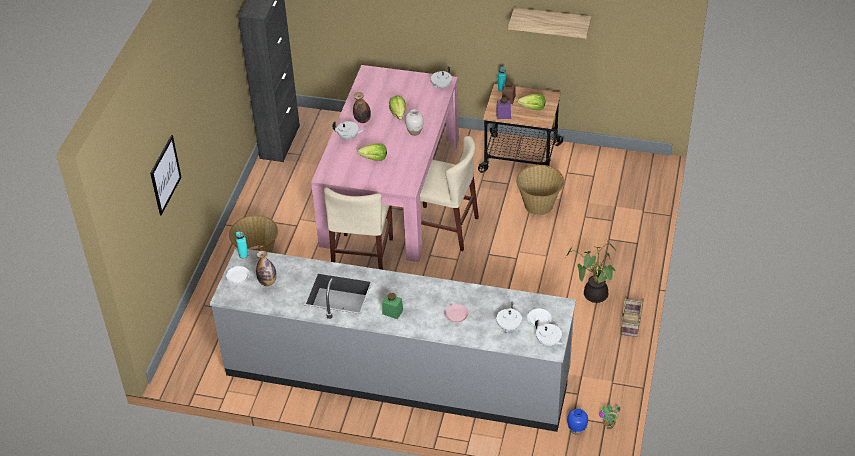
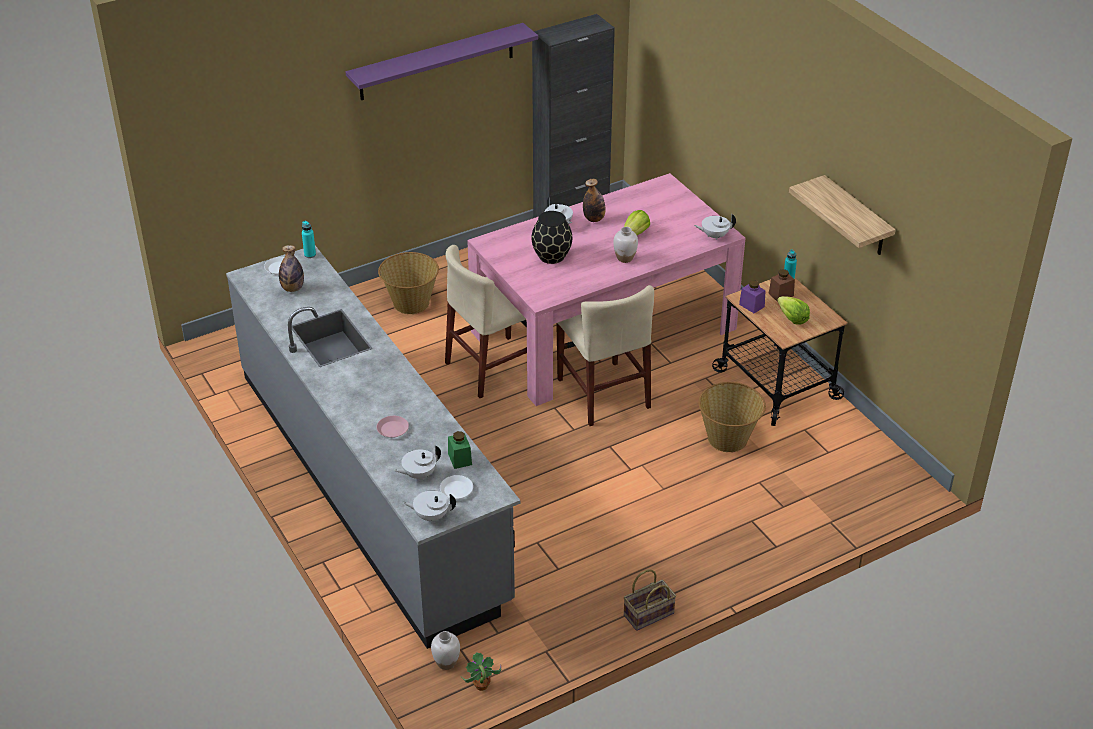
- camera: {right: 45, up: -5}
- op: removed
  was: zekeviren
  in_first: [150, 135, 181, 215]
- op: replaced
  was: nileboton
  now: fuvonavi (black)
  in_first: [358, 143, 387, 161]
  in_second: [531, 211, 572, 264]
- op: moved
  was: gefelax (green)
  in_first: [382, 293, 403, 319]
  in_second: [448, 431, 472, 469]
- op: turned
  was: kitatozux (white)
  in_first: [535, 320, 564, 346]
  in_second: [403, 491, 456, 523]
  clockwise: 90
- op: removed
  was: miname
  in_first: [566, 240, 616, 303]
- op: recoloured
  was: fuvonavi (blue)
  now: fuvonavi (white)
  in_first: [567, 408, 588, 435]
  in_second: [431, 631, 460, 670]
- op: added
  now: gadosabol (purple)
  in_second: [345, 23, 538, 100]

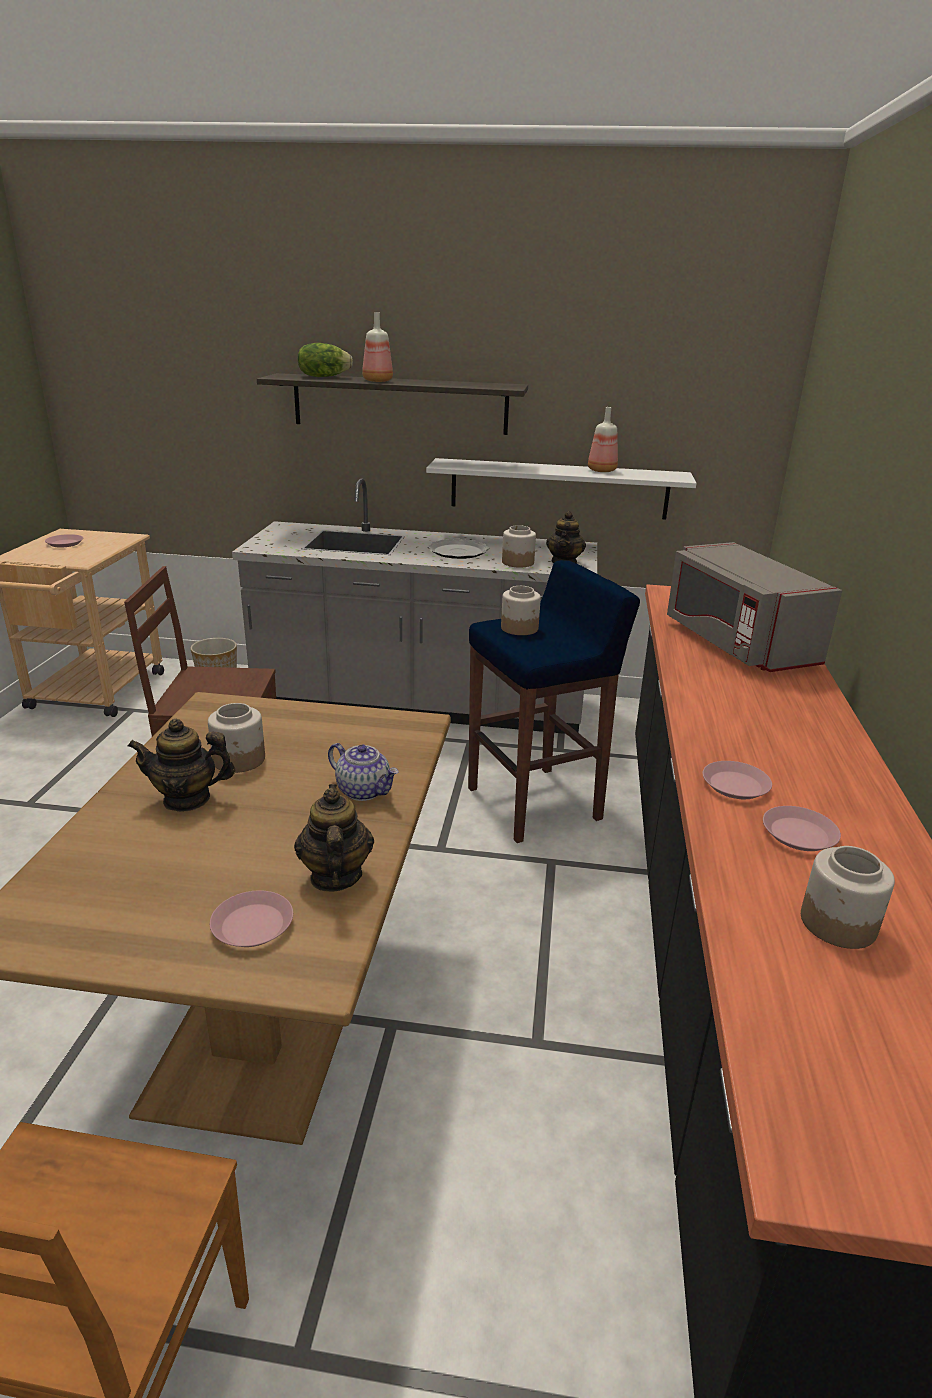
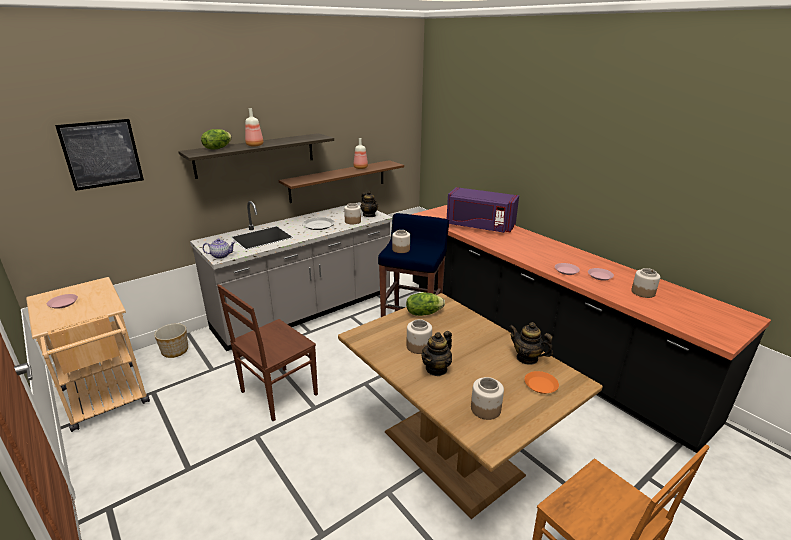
- camera: {right: -45, up: 0}
- op: recoloured
  was: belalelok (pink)
  now: belalelok (orange)
  in_first: [210, 890, 293, 947]
  in_second: [525, 371, 559, 394]
- op: moved
  was: kitatozux
  in_first: [328, 743, 399, 801]
  in_second: [203, 239, 236, 259]
- op: recoloured
  was: gadosabol (white)
  now: gadosabol (brown)
  in_first: [426, 458, 697, 520]
  in_second: [278, 160, 404, 203]
- op: recoloured
  was: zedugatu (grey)
  now: zedugatu (purple)
  in_first: [667, 542, 842, 672]
  in_second: [447, 187, 519, 233]
- op: added
  now: zekeviren
  in_second: [55, 119, 144, 191]
- op: added
  now: nileboton
  in_second: [406, 292, 445, 316]
- op: added
  now: gefelax
  in_second: [471, 377, 504, 420]

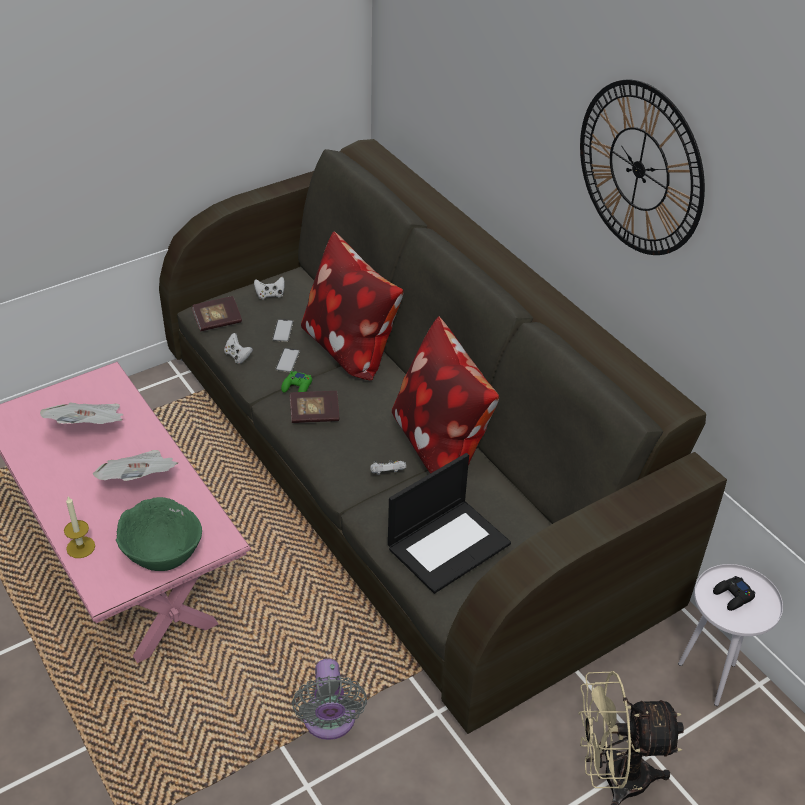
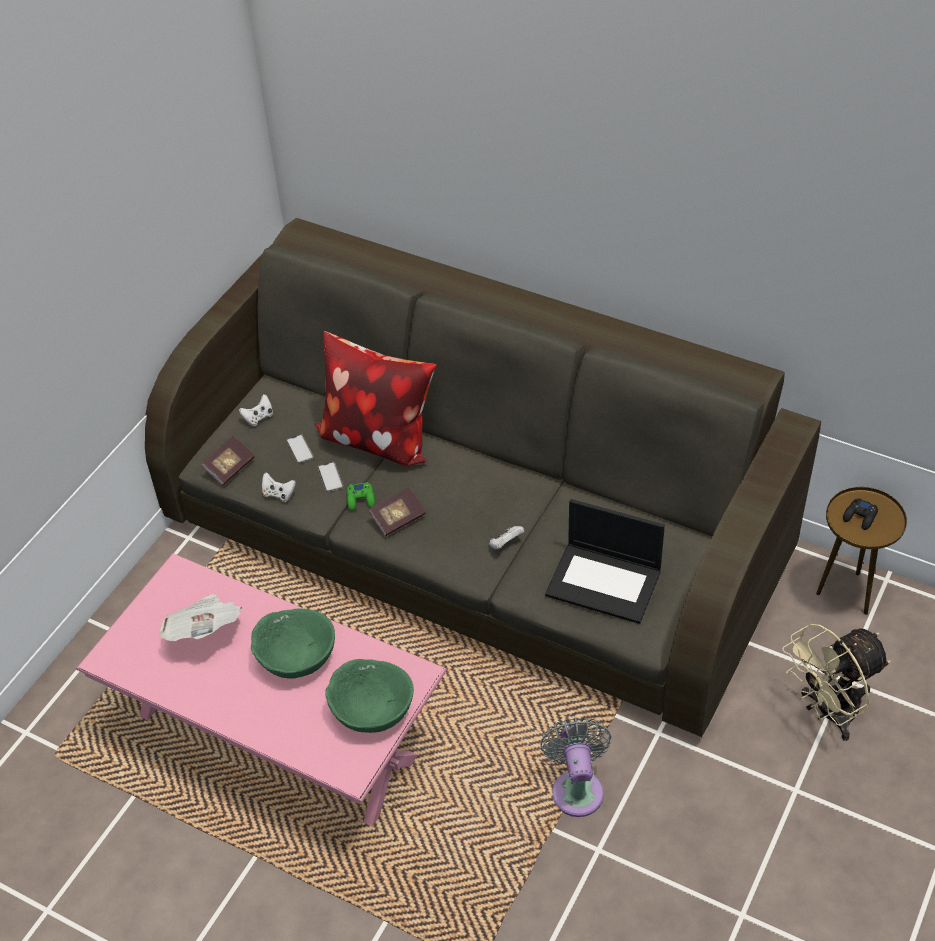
- camera: {right: -25, up: 5}
- op: removed
  was: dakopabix
  in_first: [64, 497, 95, 558]
- op: replaced
  was: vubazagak
  now: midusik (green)
  in_first: [93, 450, 179, 481]
  in_second: [251, 609, 335, 679]
- op: turned
  was: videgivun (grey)
  in_first: [292, 659, 367, 740]
  in_second: [540, 717, 612, 817]
  clockwise: -150
- op: turned
  was: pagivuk
  in_first: [388, 453, 511, 594]
  in_second: [545, 499, 665, 624]
  clockwise: 90
- op: removed
  was: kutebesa
  in_first: [392, 316, 499, 474]
- op: removed
  was: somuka
  in_first: [580, 79, 705, 255]
- op: recoloured
  was: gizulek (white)
  now: gizulek (brown)
  in_first: [678, 564, 783, 706]
  in_second: [816, 487, 907, 615]

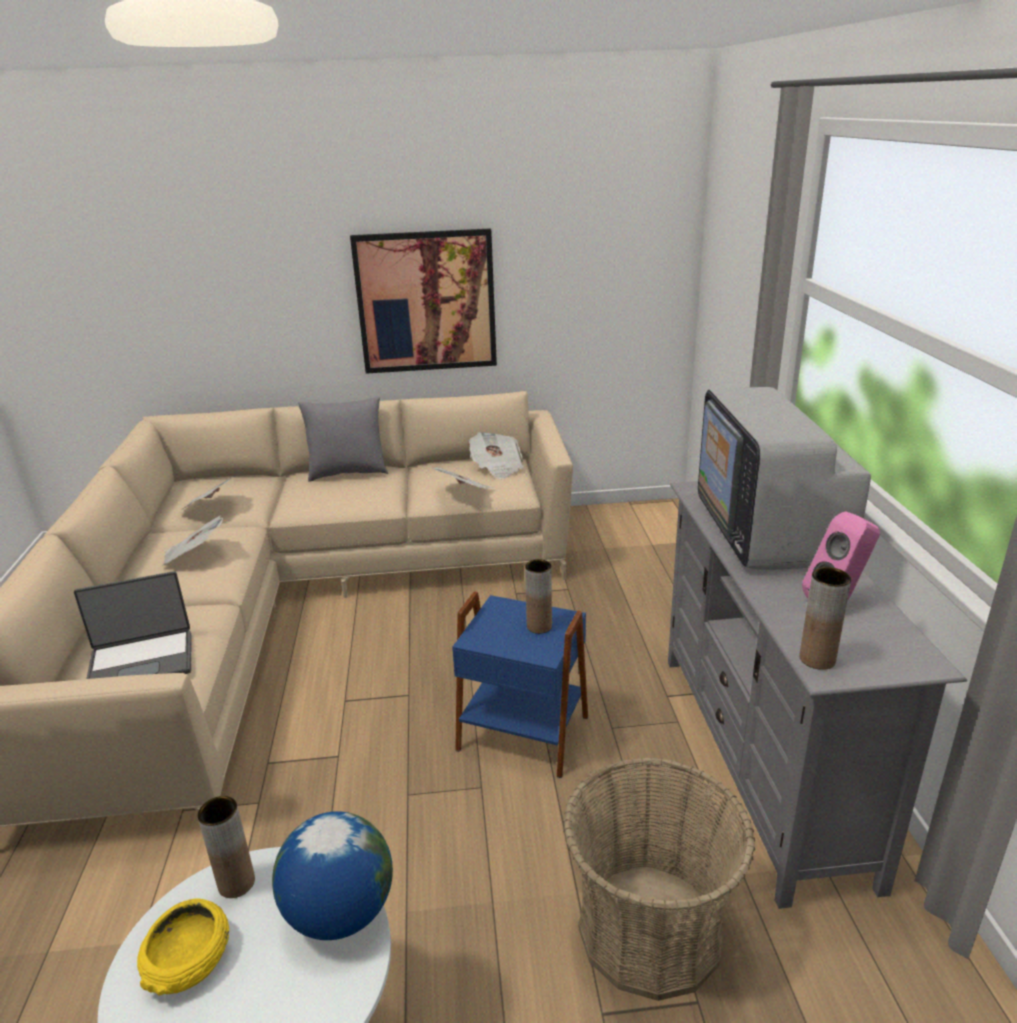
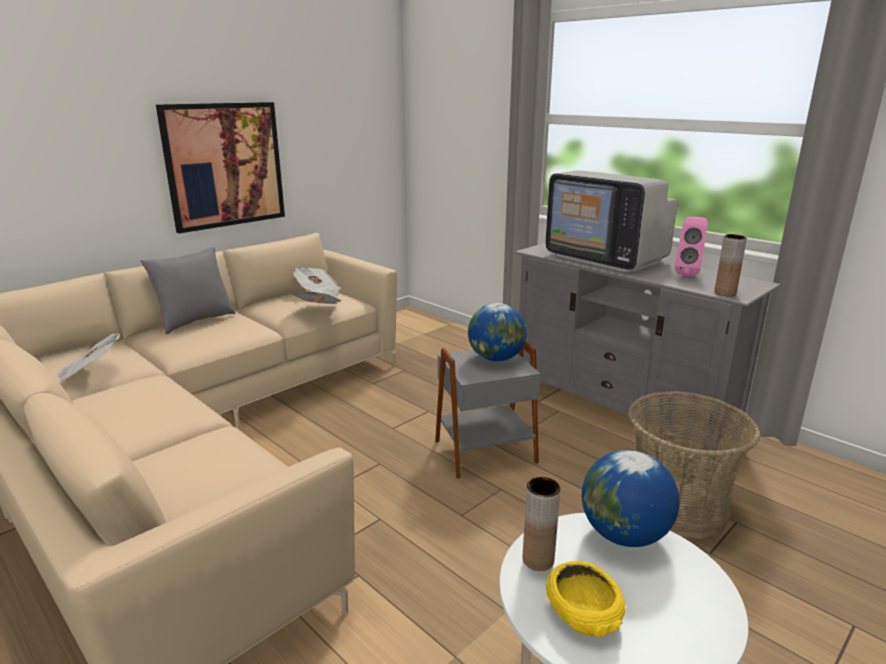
- camera: {right: -40, up: -5}
- op: removed
  was: pagivuk
  in_first: [74, 571, 192, 679]
- op: removed
  was: vubazagak
  in_first: [162, 515, 223, 566]
- op: recoloured
  was: gizulek (blue)
  now: gizulek (grey)
  in_first: [452, 592, 588, 778]
  in_second: [435, 341, 541, 479]
- op: replaced
  was: fuvonavi (brown)
  now: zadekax
  in_first: [525, 559, 552, 634]
  in_second: [468, 303, 527, 362]

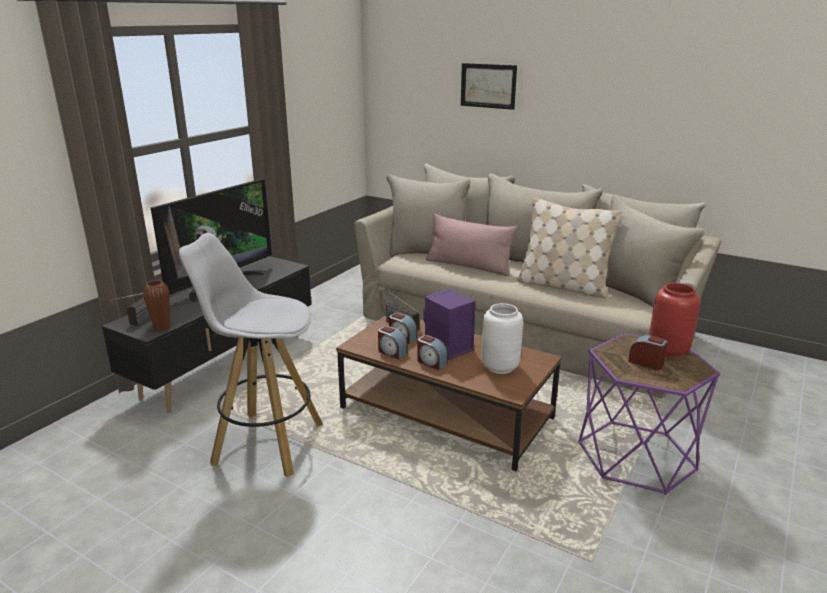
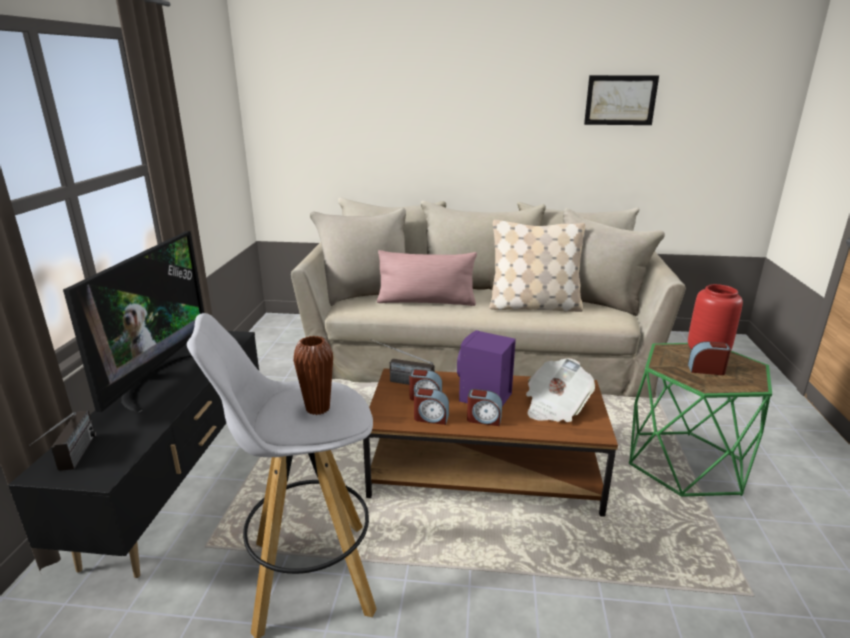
- camera: {right: -25, up: 0}
- op: moved
  was: fuvonavi (brown)
  in_first: [143, 280, 170, 331]
  in_second: [293, 336, 333, 415]
- op: moved
  was: zekeviren
  in_first: [461, 63, 517, 110]
  in_second: [584, 75, 659, 125]
- op: replaced
  was: fuvonavi (white)
  now: vubazagak
  in_first: [482, 303, 523, 374]
  in_second: [526, 358, 595, 422]
- op: recoloured
  was: gizulek (purple)
  now: gizulek (green)
  in_first: [578, 333, 720, 495]
  in_second: [629, 343, 772, 497]

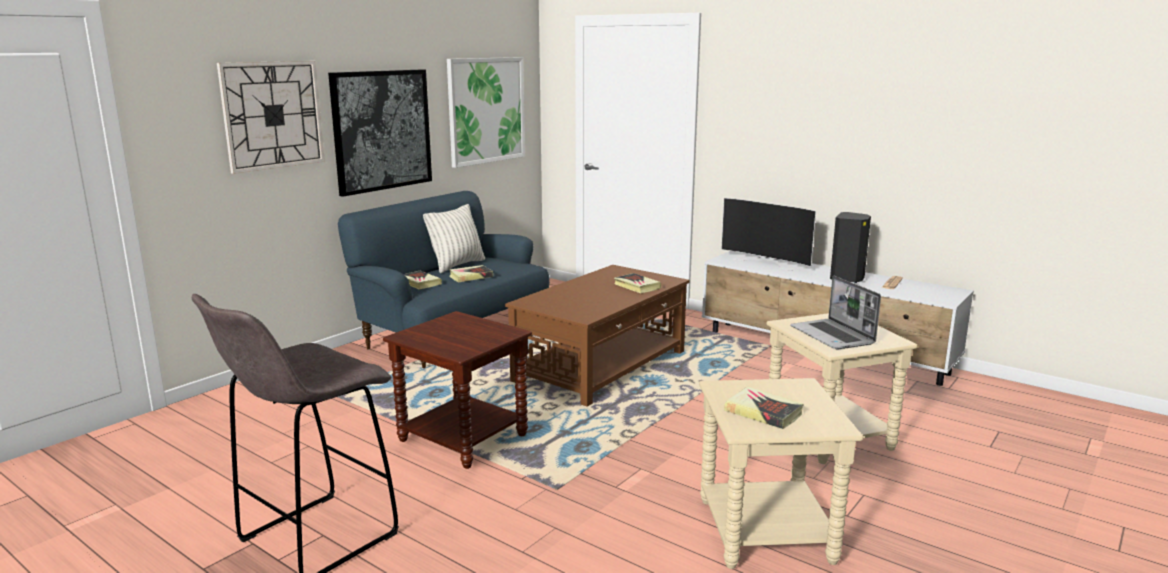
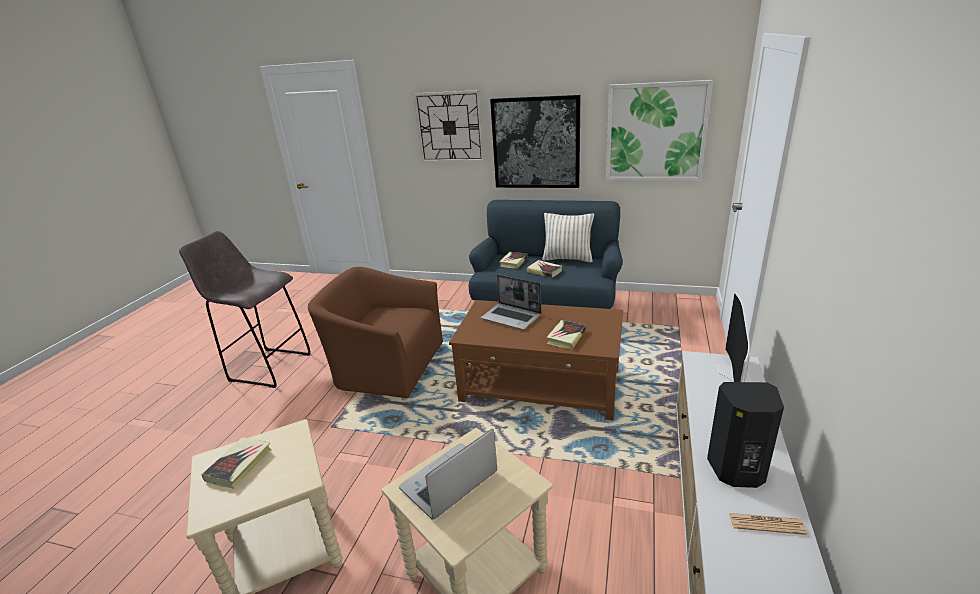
- camera: {right: 70, up: 10}
- op: replaced
  was: gizulek (brown)
  now: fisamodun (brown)
  in_first: [383, 311, 532, 469]
  in_second: [308, 267, 443, 400]
- op: added
  now: pagivuk
  in_second: [481, 274, 541, 330]

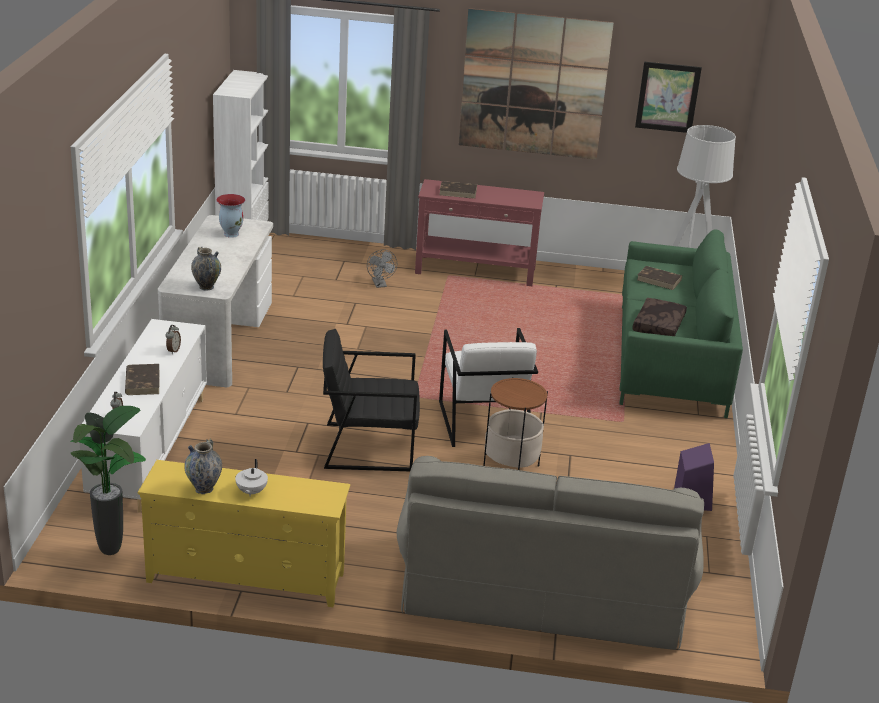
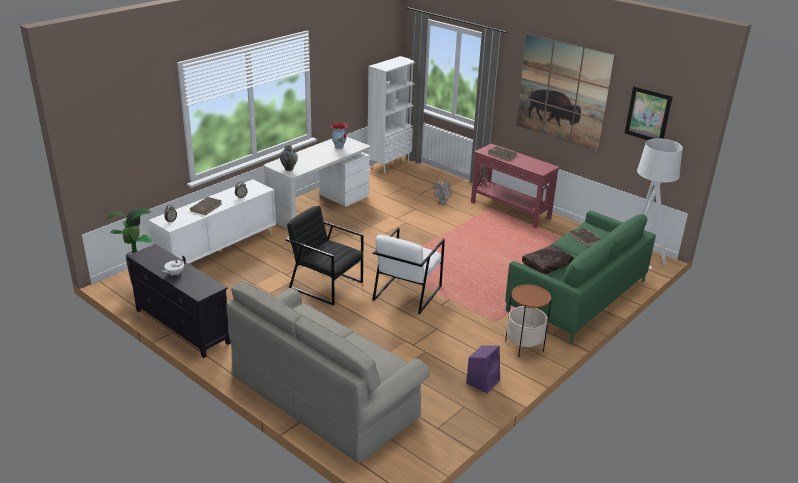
- camera: {right: 35, up: 0}
- op: recoloured
  was: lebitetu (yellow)
  now: lebitetu (black)
  in_first: [137, 460, 350, 607]
  in_second: [126, 244, 231, 358]
- op: removed
  was: fuvonavi
  in_first: [184, 438, 222, 494]
- op: moved
  was: gizulek
  in_first: [483, 377, 548, 470]
  in_second: [505, 285, 551, 357]

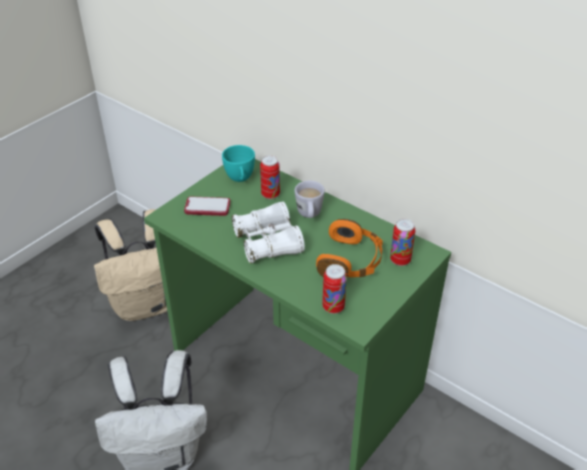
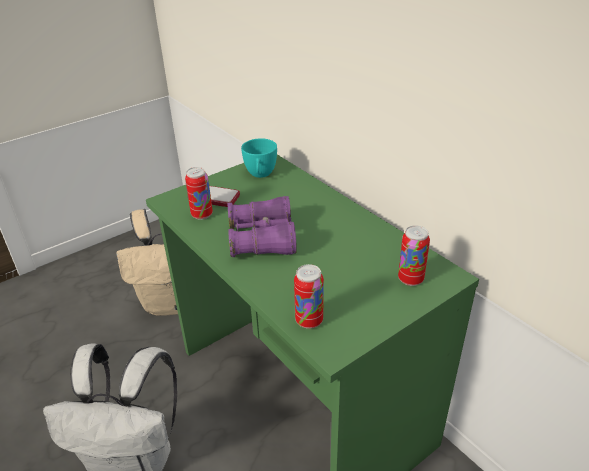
- camera: {right: 15, up: -5}
- op: recoloured
  was: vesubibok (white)
  now: vesubibok (purple)
  in_first: [232, 202, 305, 263]
  in_second: [228, 196, 297, 257]
- op: moved
  was: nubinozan
  in_first: [260, 155, 280, 199]
  in_second: [185, 167, 213, 220]
- op: removed
  was: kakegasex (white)
  in_first: [295, 181, 325, 218]
- op: removed
  was: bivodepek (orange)
  in_first: [316, 219, 383, 277]

